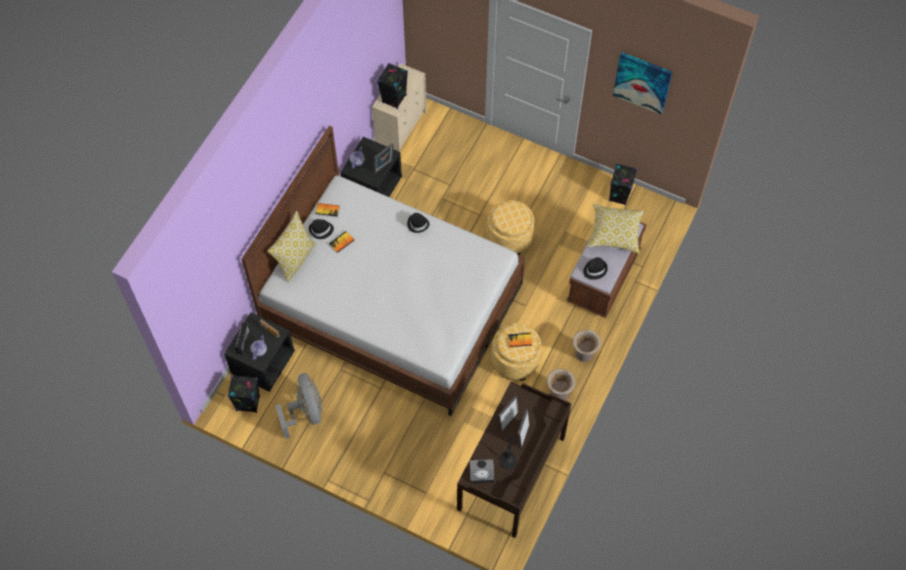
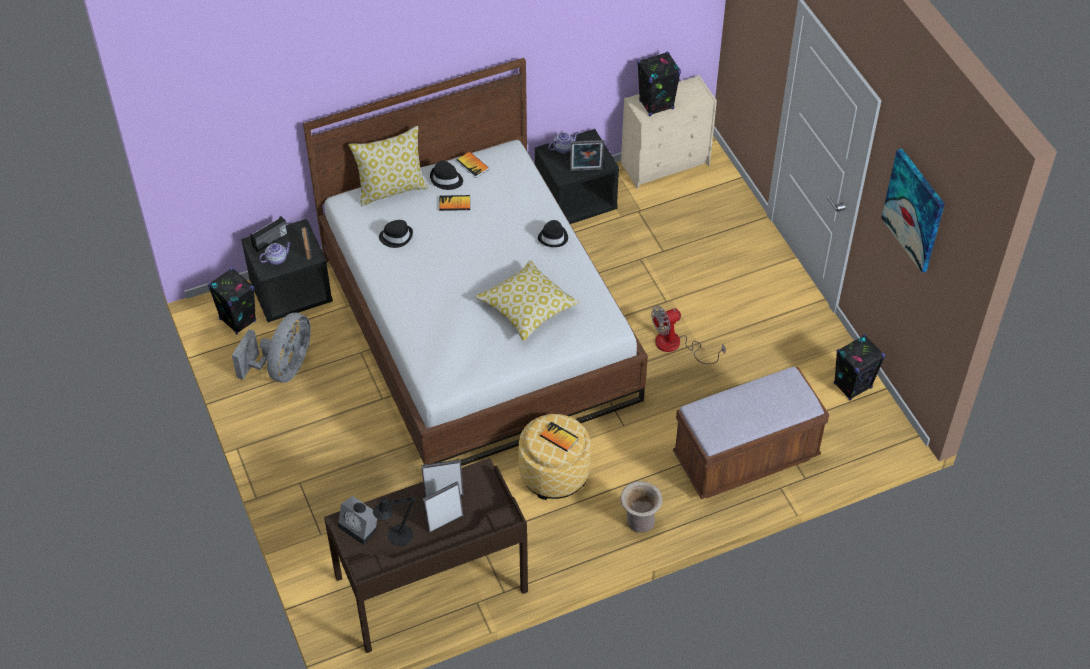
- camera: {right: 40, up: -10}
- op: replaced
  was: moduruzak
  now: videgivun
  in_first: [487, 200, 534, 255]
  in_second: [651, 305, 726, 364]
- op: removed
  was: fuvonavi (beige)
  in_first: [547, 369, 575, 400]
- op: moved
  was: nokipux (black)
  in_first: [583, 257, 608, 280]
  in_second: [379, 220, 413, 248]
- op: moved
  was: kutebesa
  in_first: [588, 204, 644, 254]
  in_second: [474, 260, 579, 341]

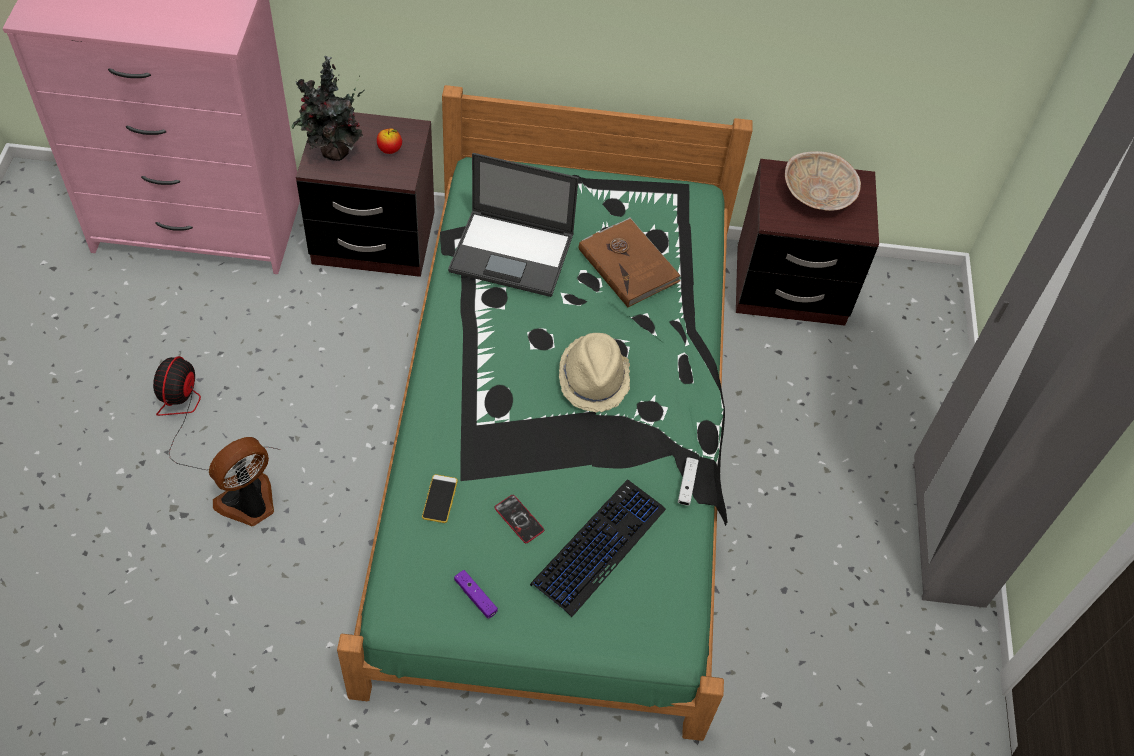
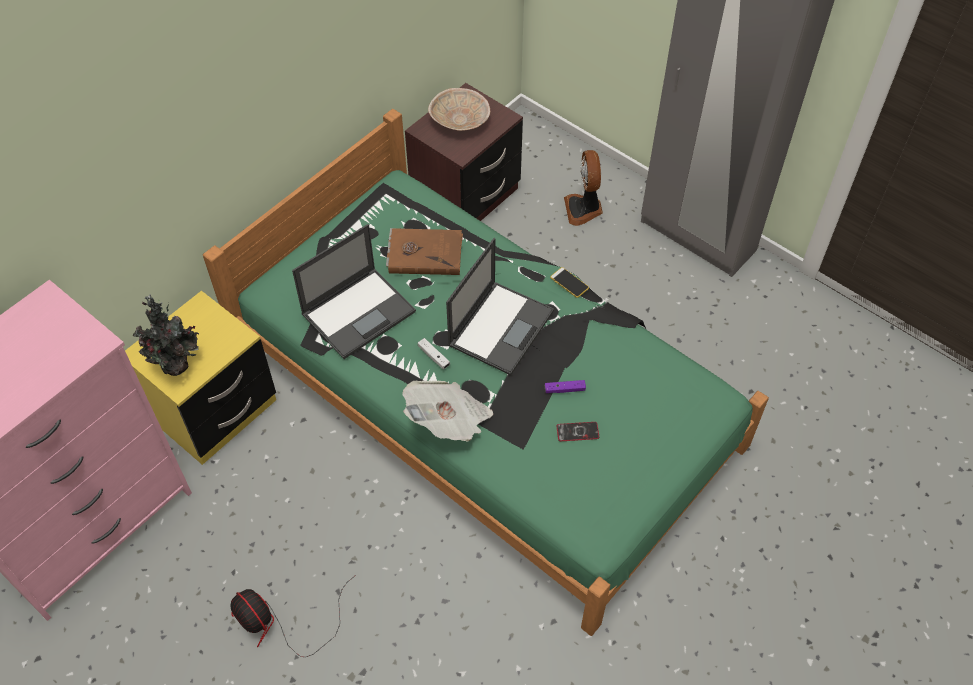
- camera: {right: -50, up: 0}
- op: moved
  was: videgivun
  in_first: [209, 437, 274, 526]
  in_second: [564, 150, 603, 226]
- op: recoloured
  was: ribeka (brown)
  now: ribeka (yellow)
  in_first: [296, 112, 435, 277]
  in_second: [125, 291, 276, 465]
- op: removed
  was: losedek
  in_first: [377, 128, 402, 154]
- op: moved
  was: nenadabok
  in_first: [422, 474, 458, 523]
  in_second: [550, 267, 589, 298]
- op: moved
  was: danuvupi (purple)
  in_first: [454, 570, 498, 619]
  in_second: [545, 380, 586, 393]
- op: removed
  was: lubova
  in_first: [530, 479, 666, 617]
- op: replaced
  was: nokipux (beige)
  now: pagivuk
  in_first: [559, 333, 630, 412]
  in_second: [446, 238, 554, 375]
- op: moved
  was: danuvupi (white)
  in_first: [678, 458, 699, 506]
  in_second: [418, 338, 450, 369]
- op: added
  now: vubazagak
  in_second: [402, 381, 493, 442]

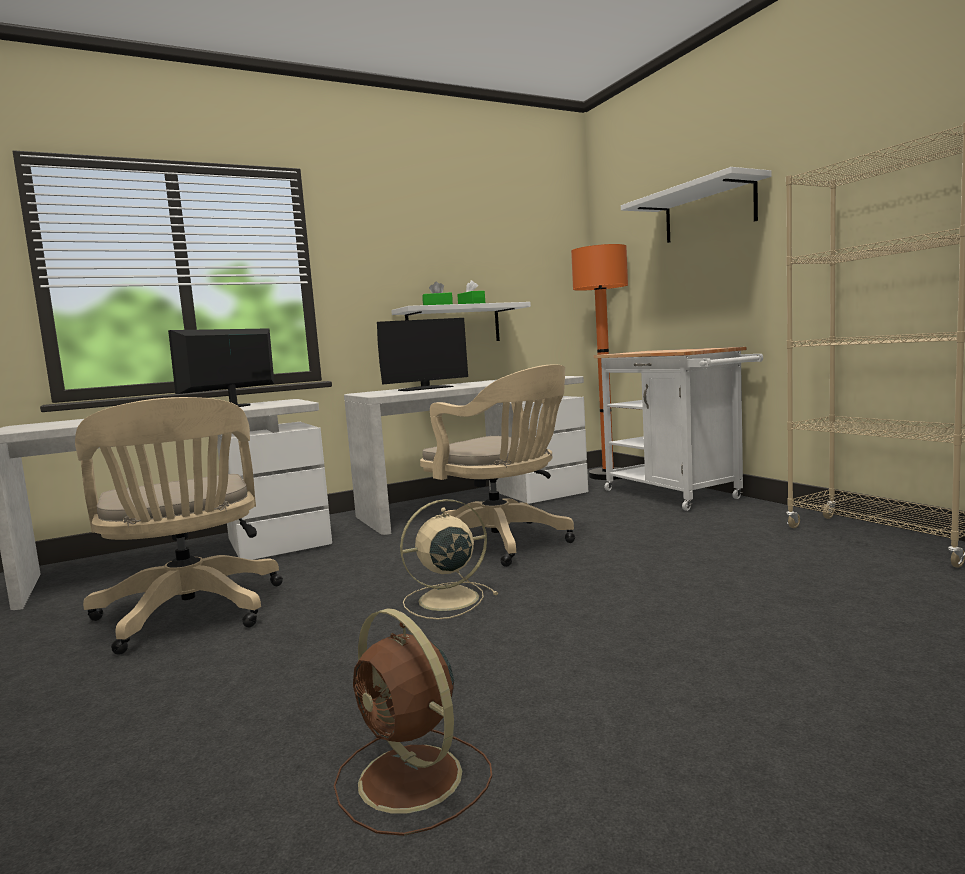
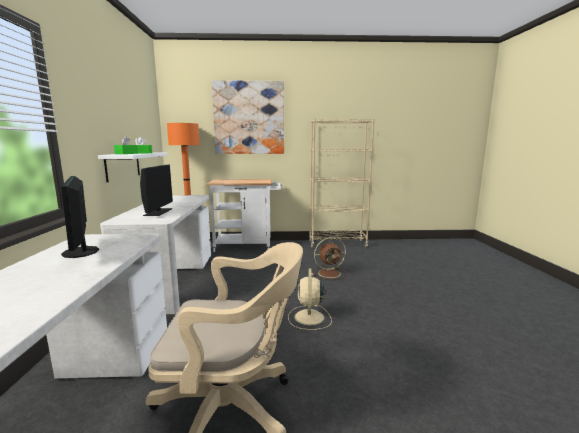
- camera: {right: -65, up: 5}
- op: moved
  was: videgivun (brown)
  in_first: [334, 608, 492, 836]
  in_second: [312, 237, 347, 280]
- op: removed
  was: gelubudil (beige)
  in_first: [420, 364, 575, 567]
- op: replaced
  was: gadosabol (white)
  now: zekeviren
  in_first: [621, 167, 771, 243]
  in_second: [212, 80, 284, 154]

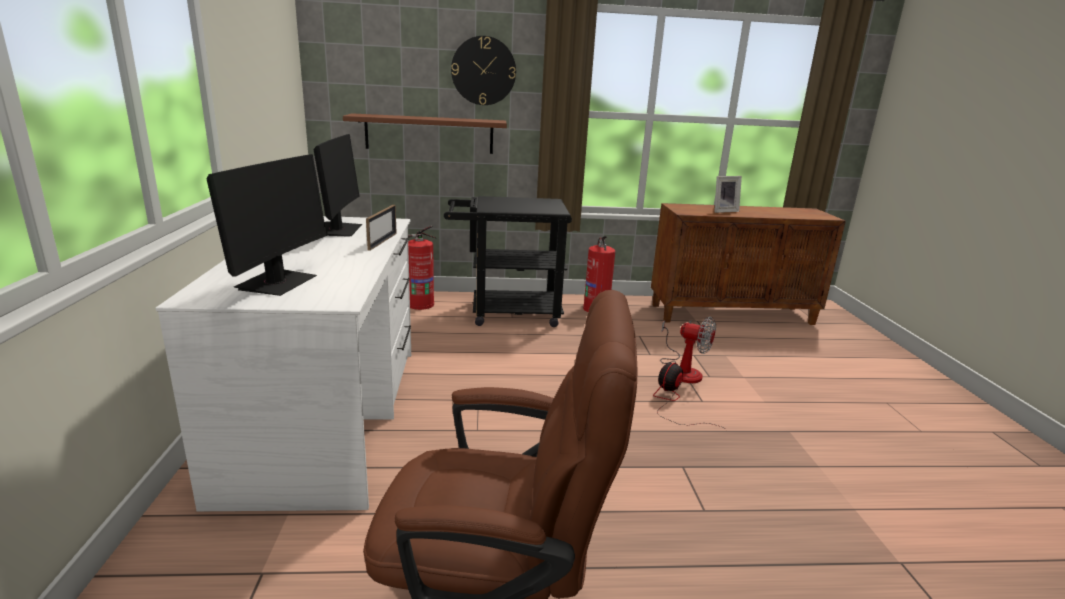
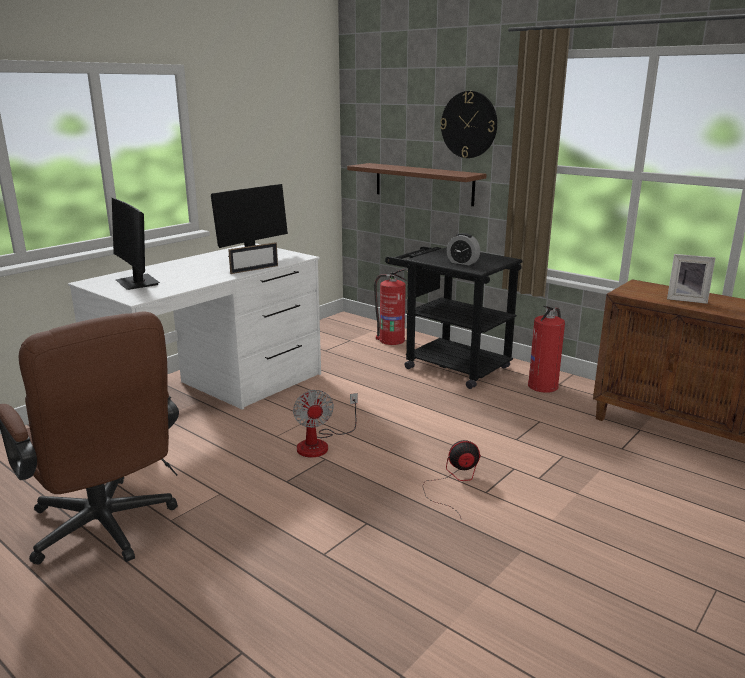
- camera: {right: 45, up: 0}
- op: turned
  was: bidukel
  in_first: [206, 154, 327, 296]
  in_second: [112, 198, 160, 290]
  clockwise: 90
- op: moved
  was: videgivun
  in_first: [660, 317, 716, 383]
  in_second: [293, 390, 358, 457]
- op: added
  now: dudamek
  in_second: [447, 233, 480, 265]

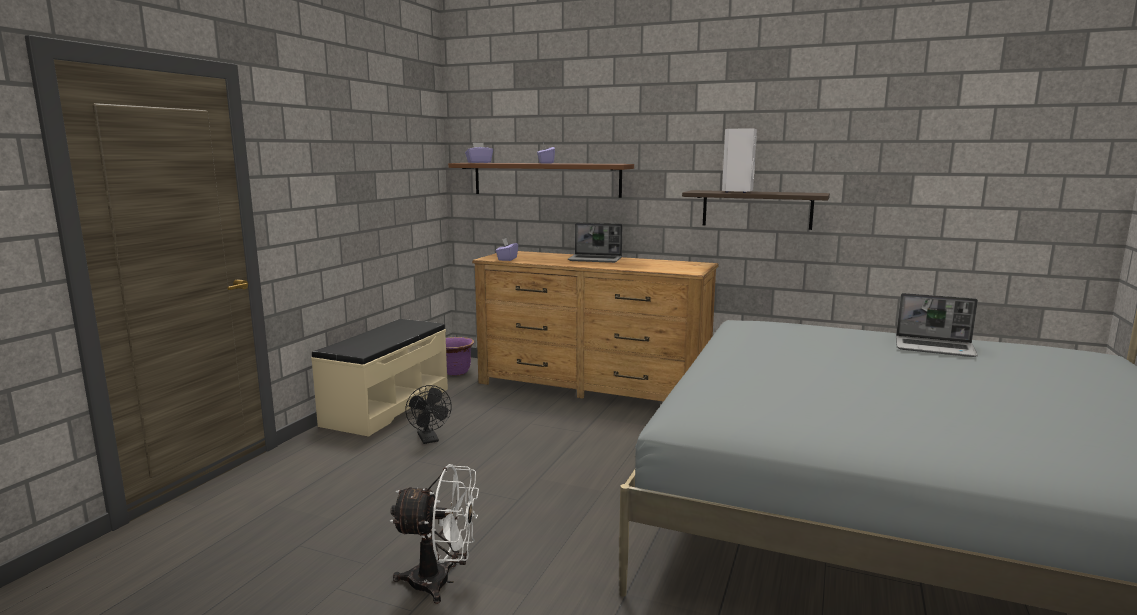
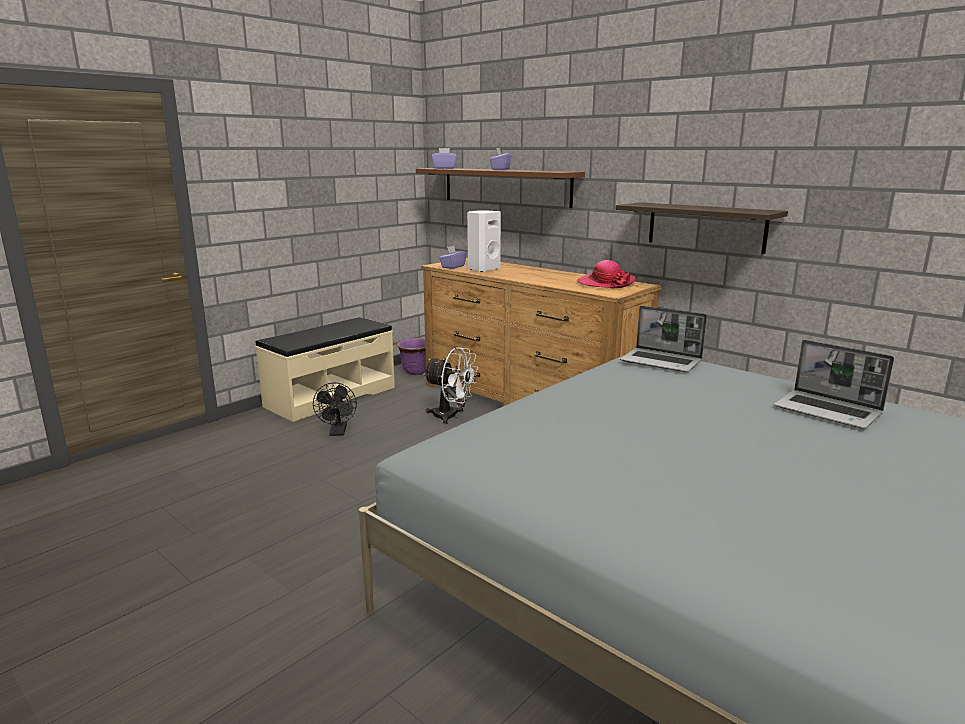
- camera: {right: 20, up: 5}
- op: moved
  was: videgivun (white)
  in_first: [390, 464, 479, 604]
  in_second: [423, 347, 478, 424]
- op: moved
  was: pagivuk
  in_first: [568, 223, 622, 263]
  in_second: [620, 306, 707, 372]
- op: moved
  was: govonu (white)
  in_first: [722, 128, 757, 193]
  in_second: [467, 210, 501, 272]
- op: added
  now: nokipux
  in_second: [577, 260, 637, 289]

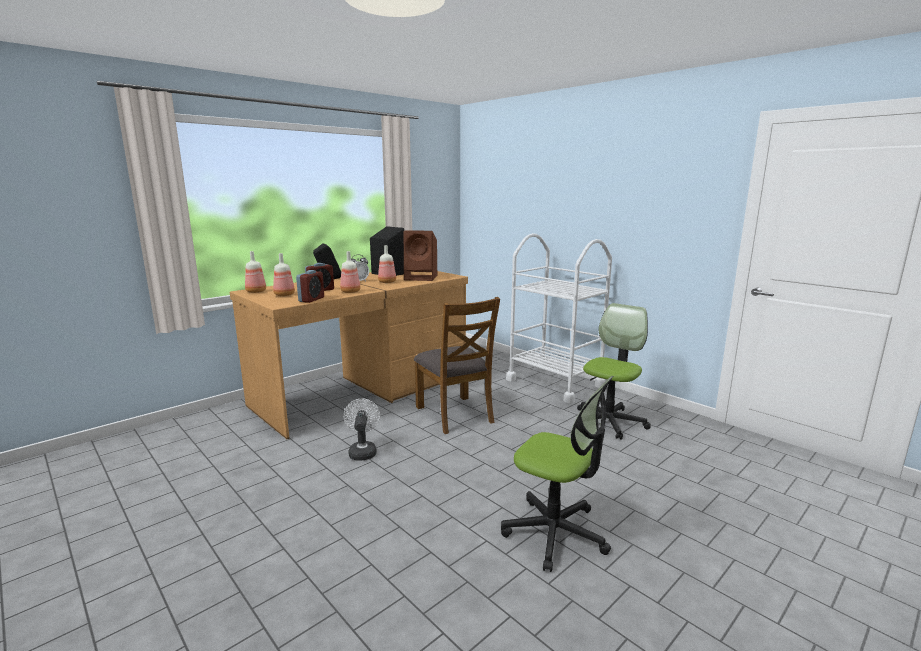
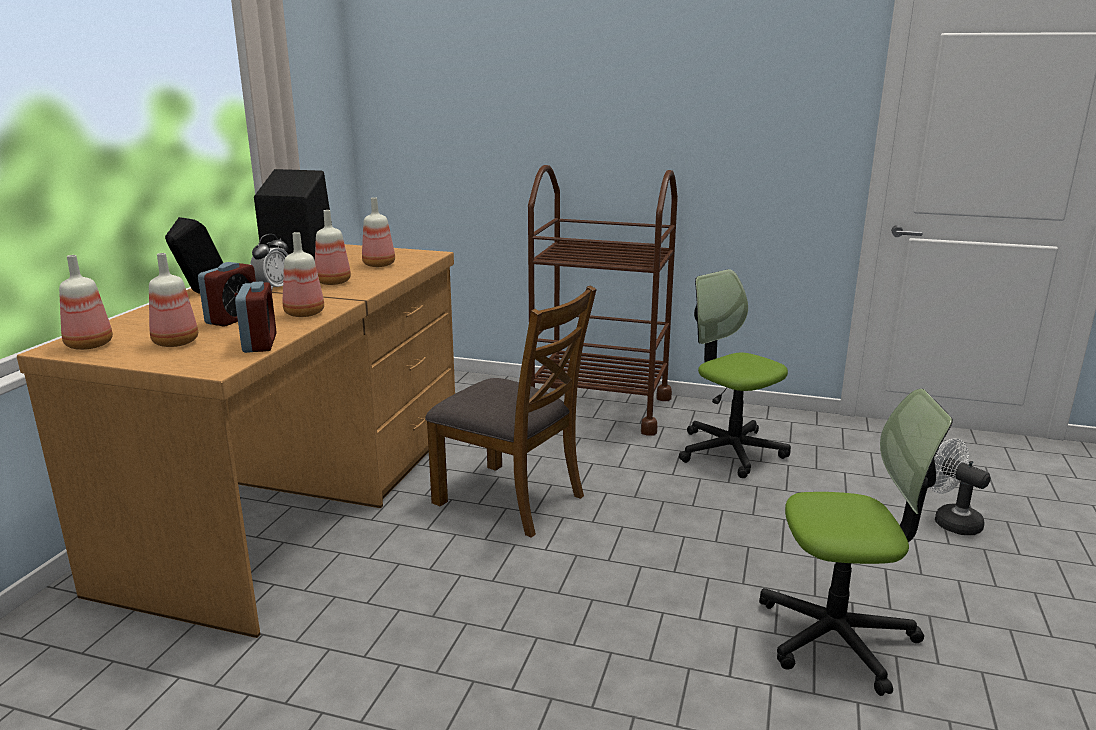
- camera: {right: -30, up: 5}
- op: moved
  was: videgivun (white)
  in_first: [344, 398, 380, 460]
  in_second: [930, 439, 991, 535]
- op: replaced
  was: govonu (brown)
  now: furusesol
  in_first: [404, 230, 437, 281]
  in_second: [362, 197, 395, 267]
- op: recoloured
  was: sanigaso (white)
  now: sanigaso (brown)
  in_first: [506, 233, 612, 403]
  in_second: [528, 165, 678, 436]
- op: turned
  was: gelubudil
  in_first: [577, 303, 651, 440]
  in_second: [679, 269, 791, 478]
  clockwise: -45

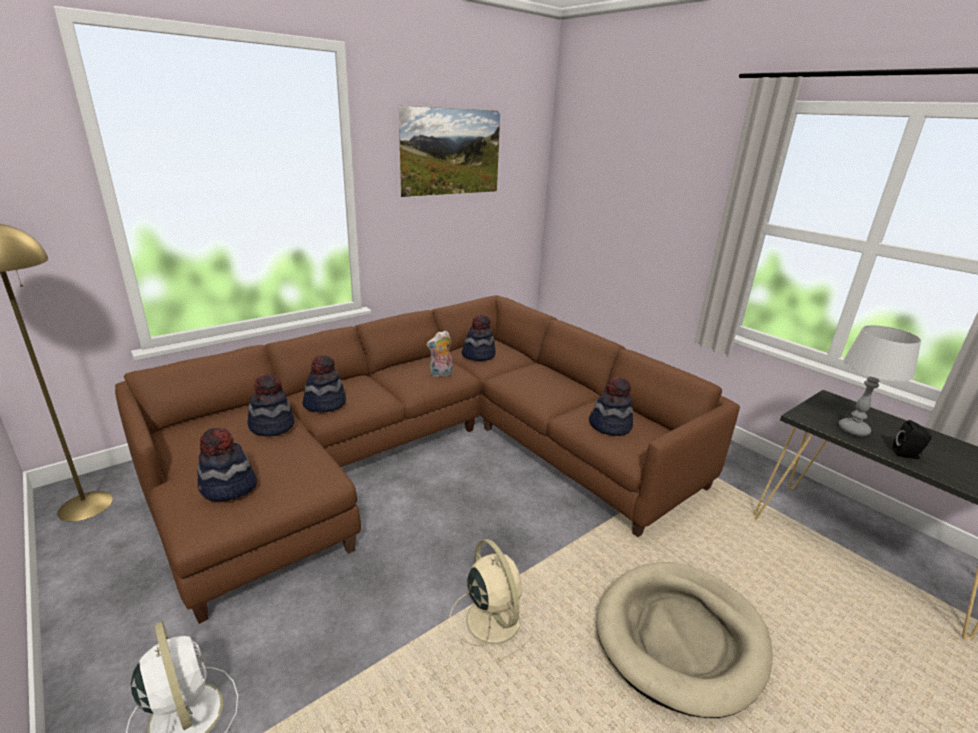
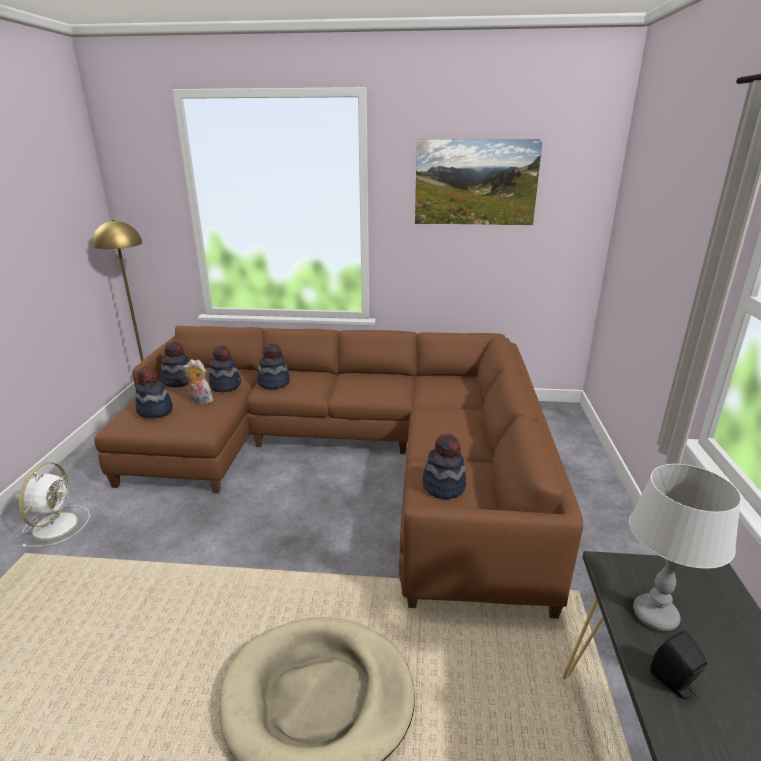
- camera: {right: 45, up: 0}
- op: moved
  was: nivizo
  in_first: [426, 330, 453, 378]
  in_second: [182, 359, 213, 404]
- op: removed
  was: videgivun (beige)
  in_first: [450, 539, 534, 662]
- op: moved
  was: nokipux
  in_first: [461, 314, 495, 361]
  in_second: [161, 341, 189, 388]

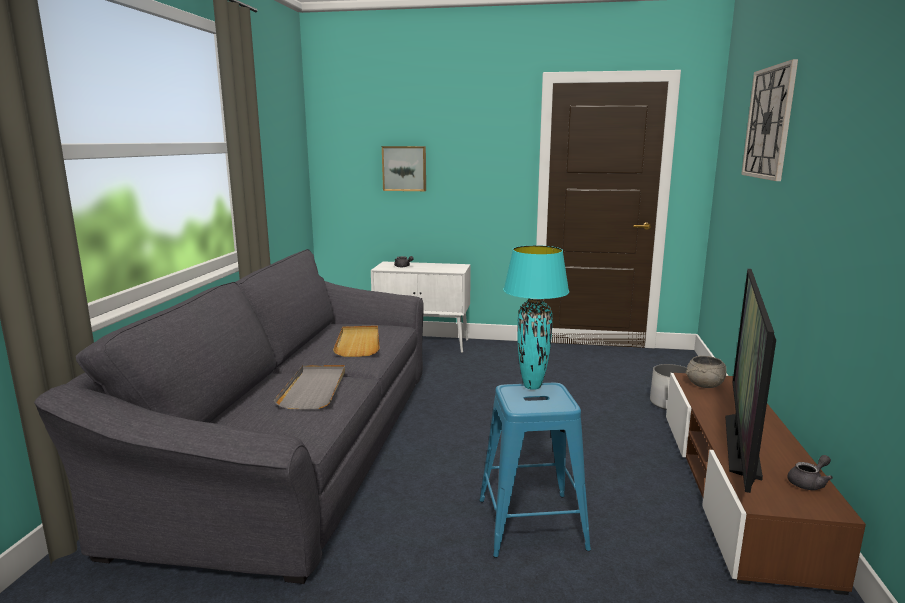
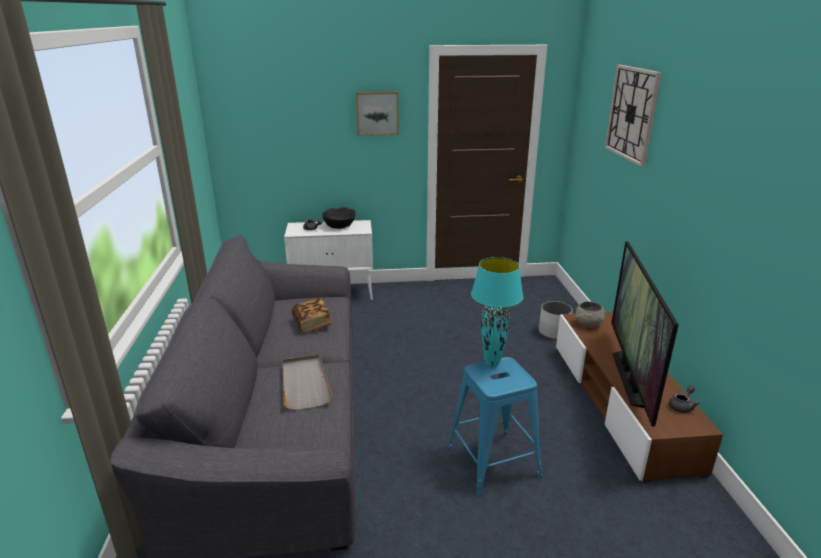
- camera: {right: -15, up: 10}
- op: replaced
  was: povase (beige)
  now: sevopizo
  in_first: [333, 325, 380, 357]
  in_second: [292, 298, 332, 334]
- op: moved
  was: zekeviren
  in_first: [382, 146, 426, 191]
  in_second: [356, 92, 399, 136]
- op: added
  now: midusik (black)
  in_second: [322, 207, 356, 229]

